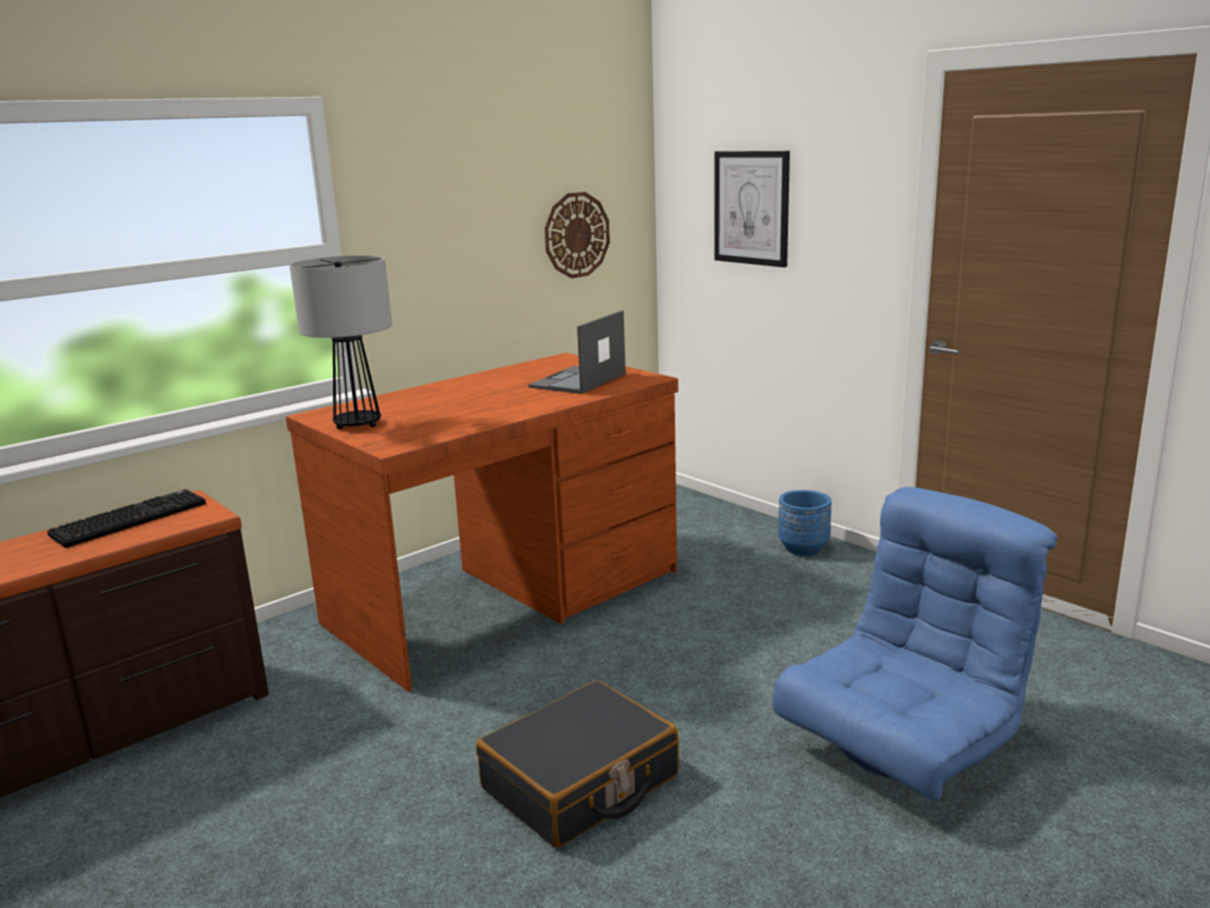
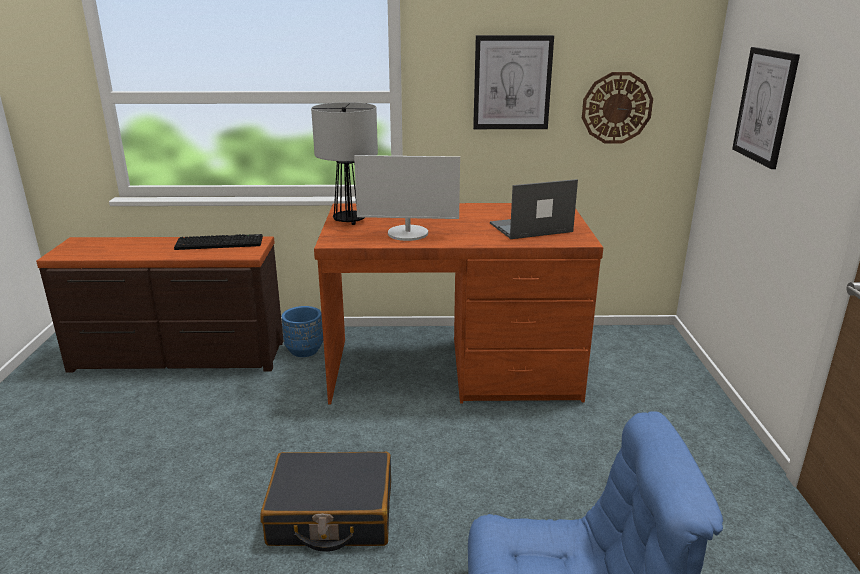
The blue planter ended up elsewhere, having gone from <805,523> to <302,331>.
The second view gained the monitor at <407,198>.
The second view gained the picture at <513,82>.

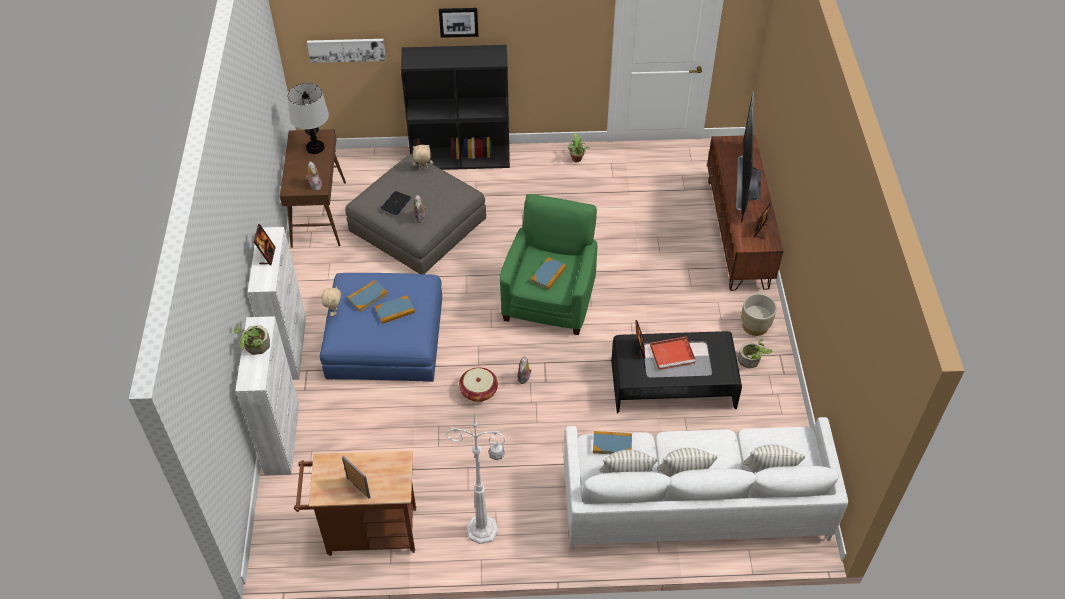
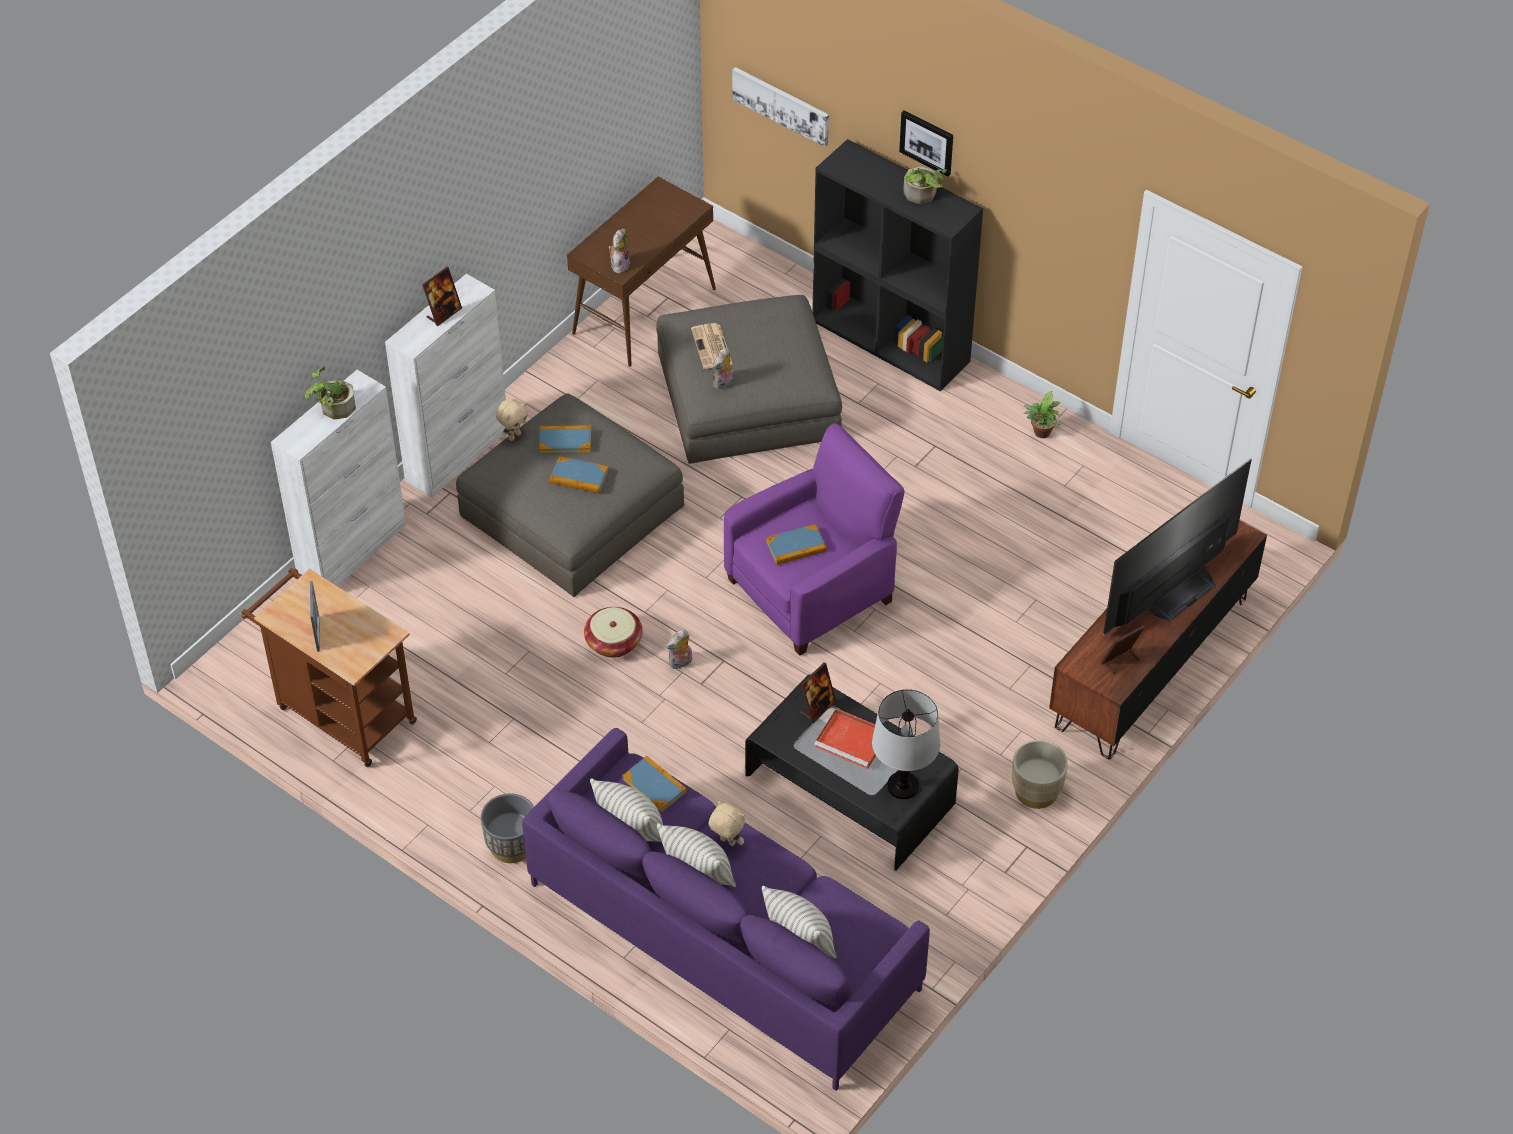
The table lamp ended up elsewhere, having gone from <308,118> to <906,744>.
What was the blue ottoman at <381,327> turned into the grey ottoman at <570,495>.
Where the laptop stood at <396,203>, the newspaper came to stand at <711,346>.
The beige plush toy ended up elsewhere, having gone from <423,157> to <727,823>.
The second view lost the white floor lamp at <476,479>.
What was the green armchair at <548,264> turned into the purple armchair at <814,539>.
What was the white sofa at <706,484> turned into the purple sofa at <726,909>.
The potted plant ended up elsewhere, having gone from <755,354> to <925,185>.
The second view gained the grey planter at <507,828>.

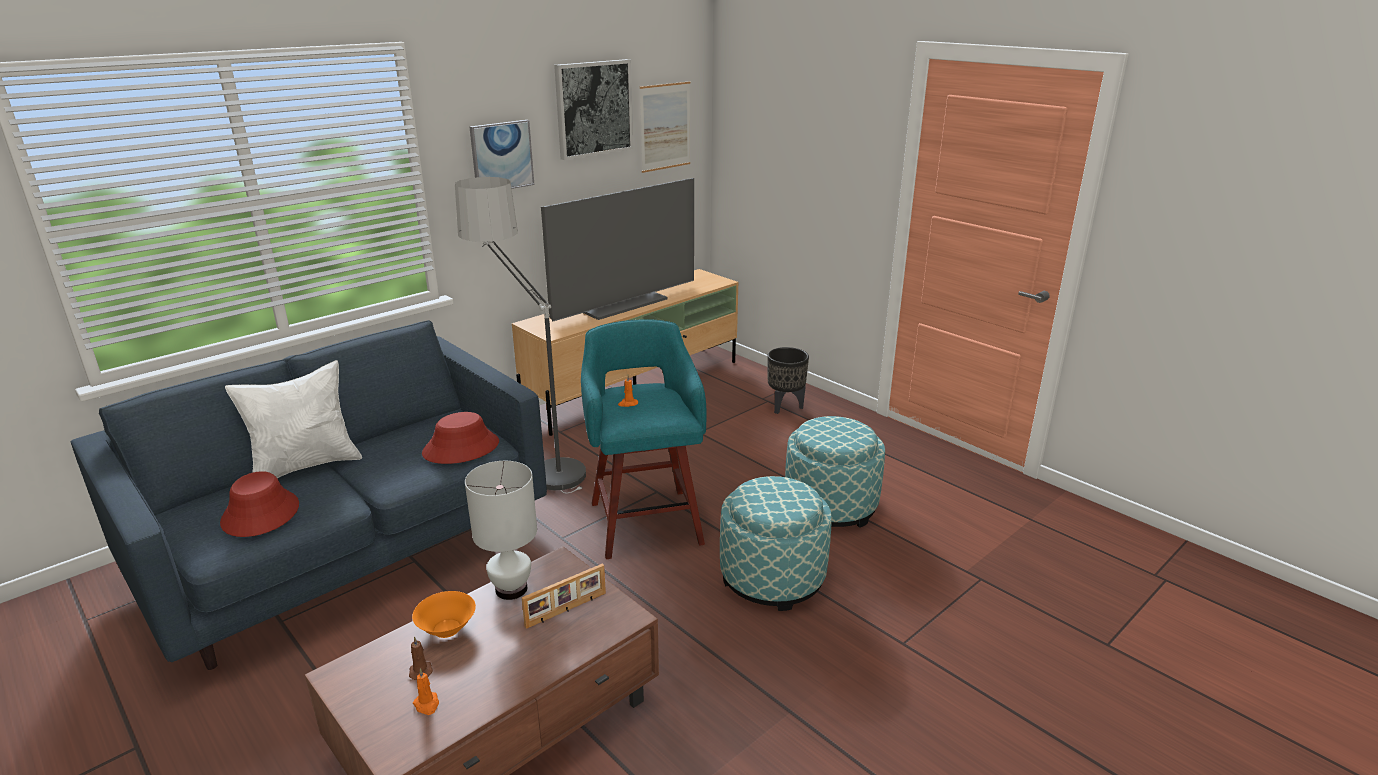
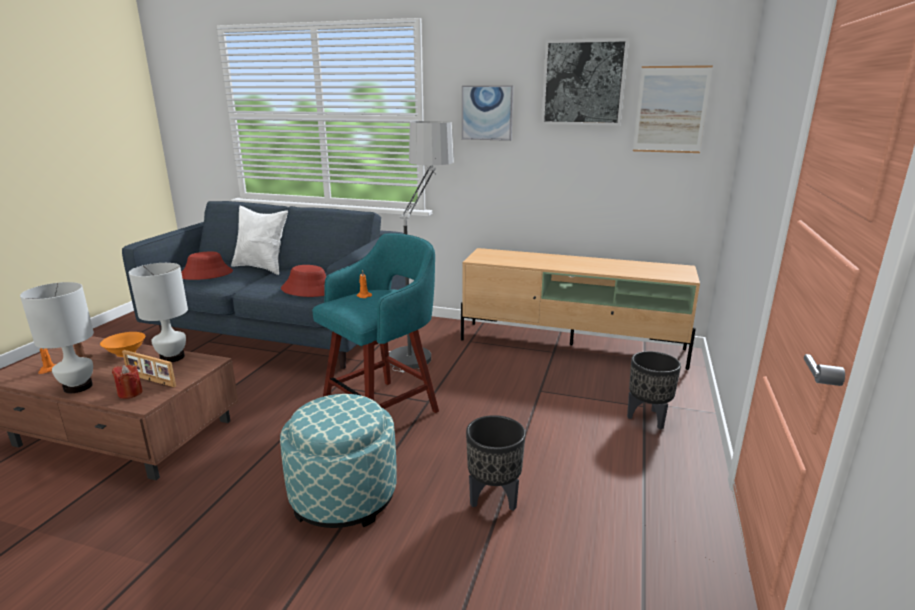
The second view lost the television at <617,249>.
Where the ottoman stood at <835,472>, the black planter came to stand at <496,463>.
The second view gained the white table lamp at <57,337>.
The second view gained the red candle at <127,382>.

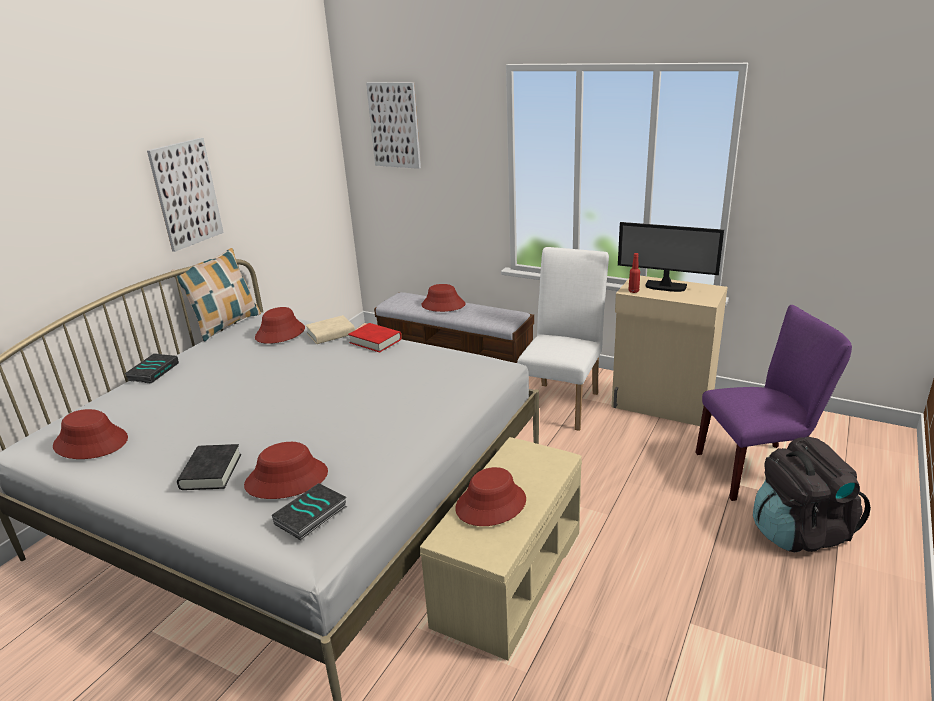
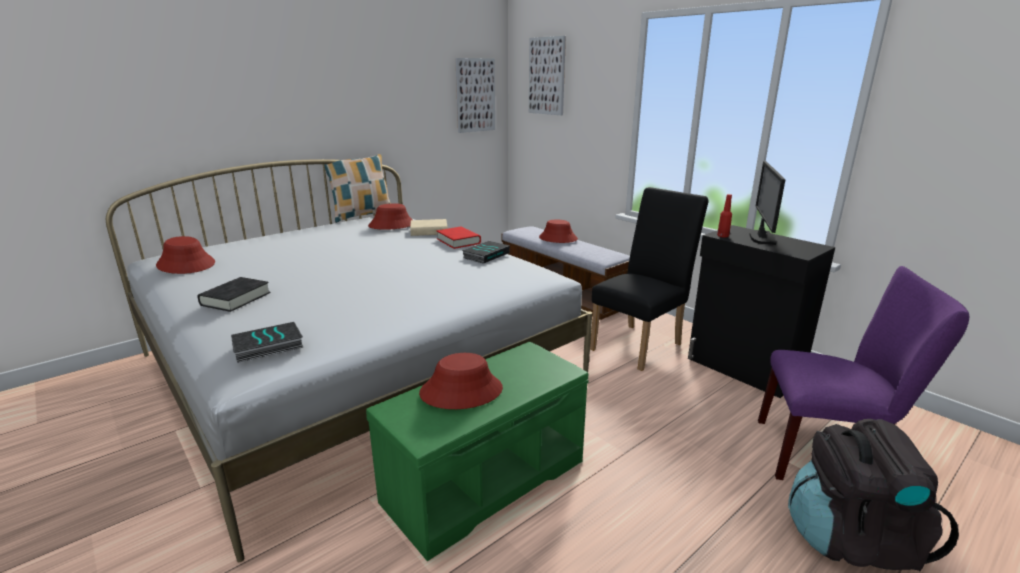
The book ended up elsewhere, having gone from <151,368> to <486,252>.
The picture ended up elsewhere, having gone from <185,195> to <475,95>.
The second view lost the red hat at <286,470>.
What was the beige bench at <501,549> turned into the green bench at <477,452>.
What was the white chair at <563,339> turned into the black chair at <649,279>.
What was the beige cabinet at <670,351> turned into the black cabinet at <761,311>.
The monitor at <671,257> ended up facing another way, 60 degrees clockwise from before.

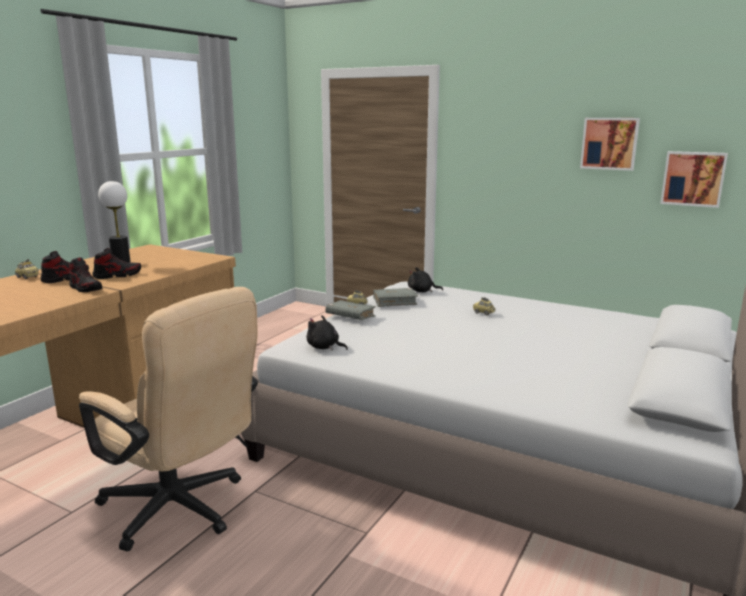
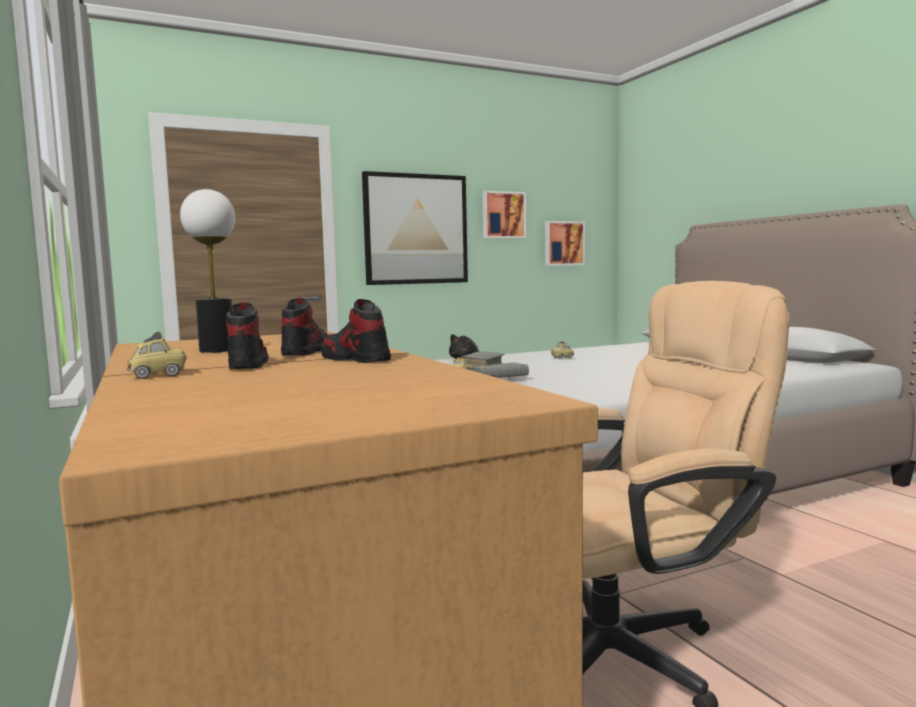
The shoe at <85,274> ended up facing another way, 120 degrees counterclockwise from before.
The second view lost the black plush toy at <327,333>.
The second view gained the picture at <415,228>.

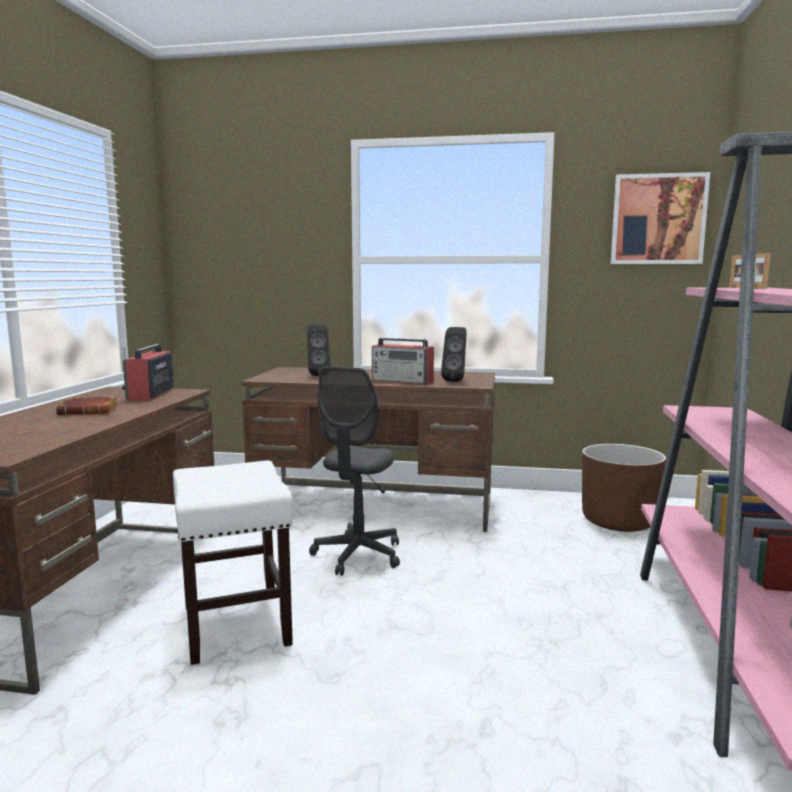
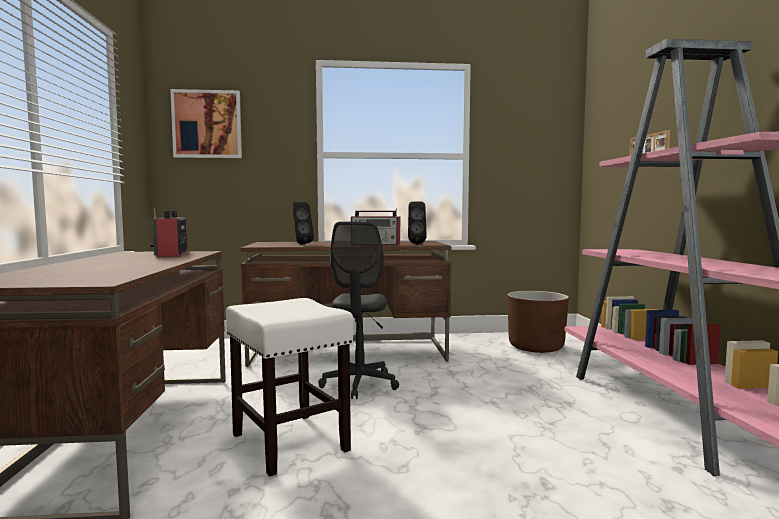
The second view lost the brown book at <87,405>.
The picture ended up elsewhere, having gone from <660,218> to <206,123>.

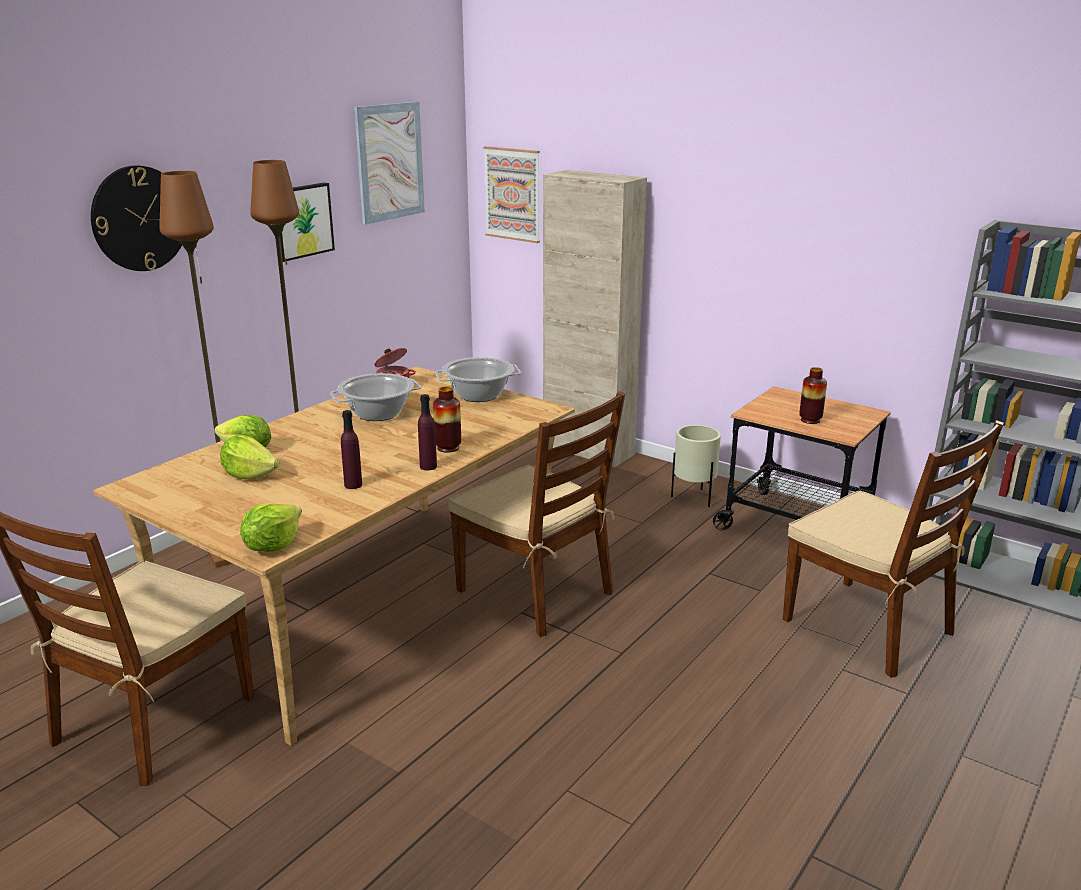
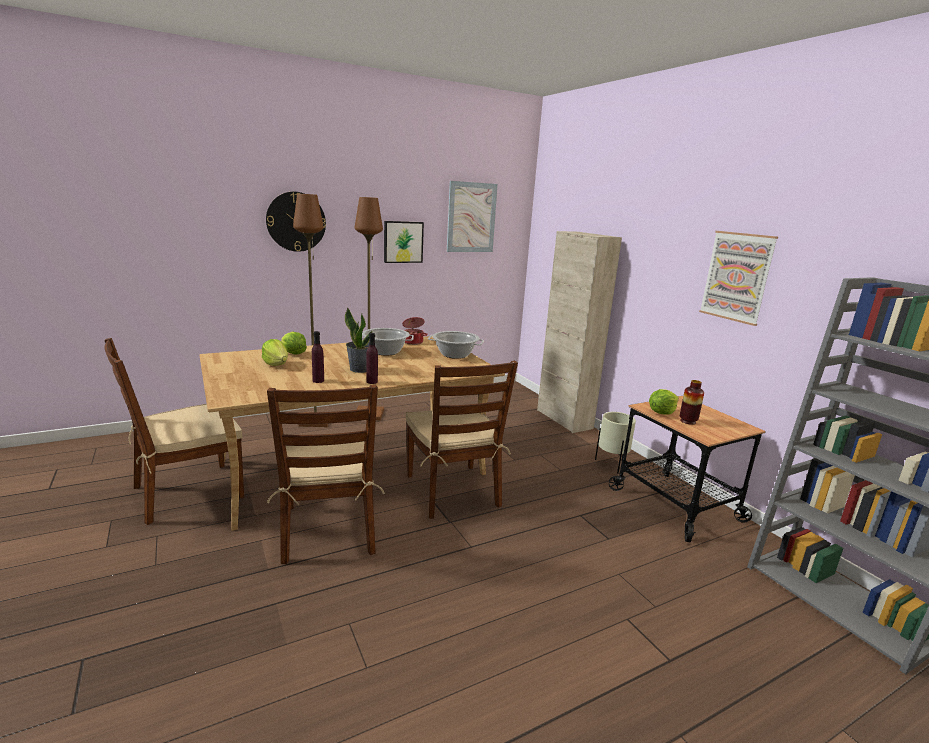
The lettuce ended up elsewhere, having gone from <271,528> to <664,402>.
The second view lost the vase at <447,419>.
The picture ended up elsewhere, having gone from <511,194> to <738,278>.
The brown chair ended up elsewhere, having gone from <893,549> to <326,474>.
The second view gained the potted plant at <358,340>.

